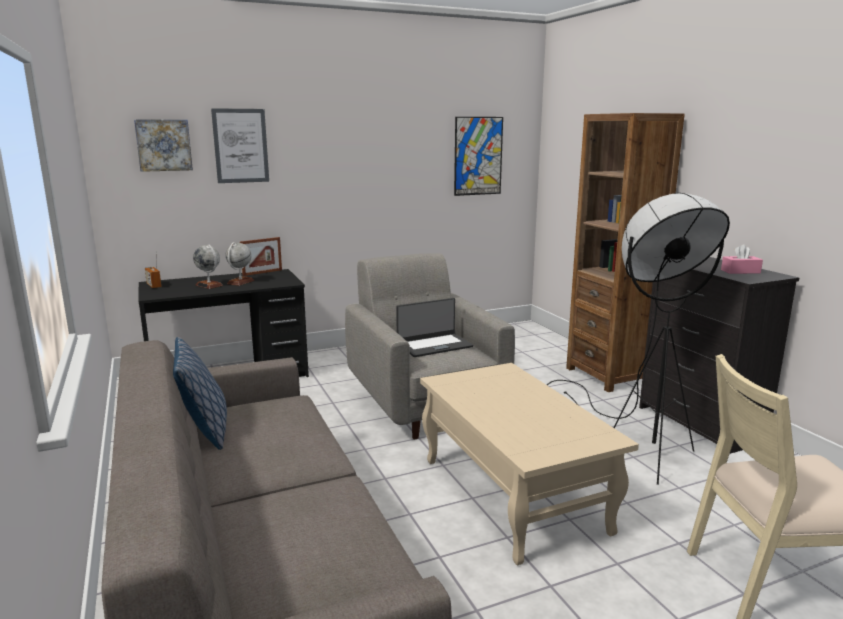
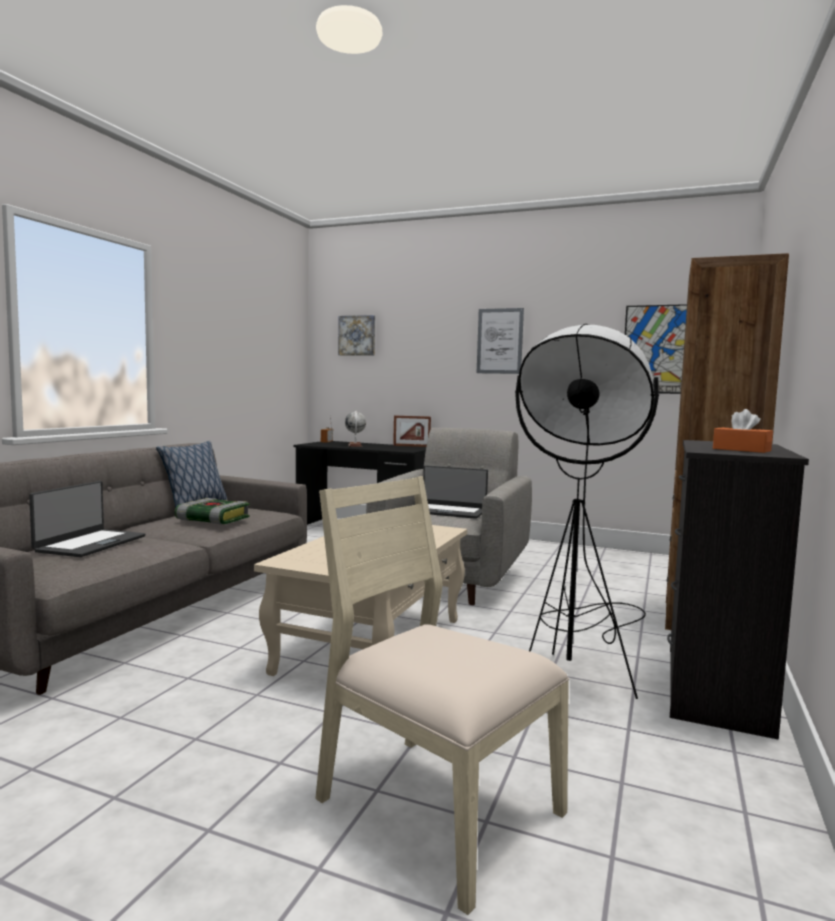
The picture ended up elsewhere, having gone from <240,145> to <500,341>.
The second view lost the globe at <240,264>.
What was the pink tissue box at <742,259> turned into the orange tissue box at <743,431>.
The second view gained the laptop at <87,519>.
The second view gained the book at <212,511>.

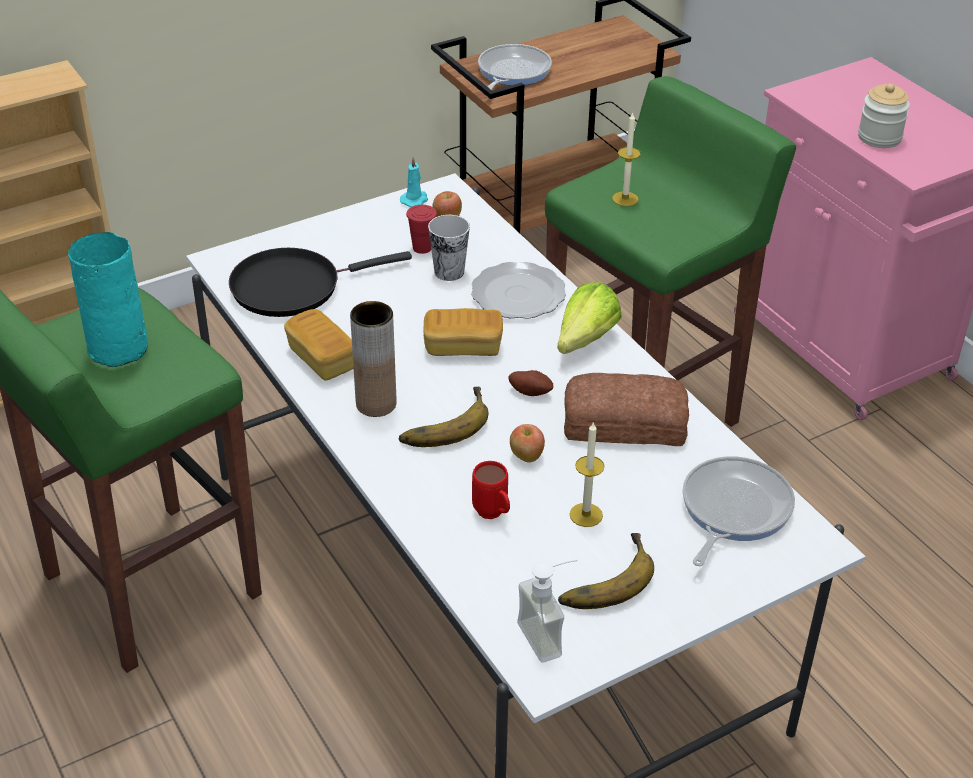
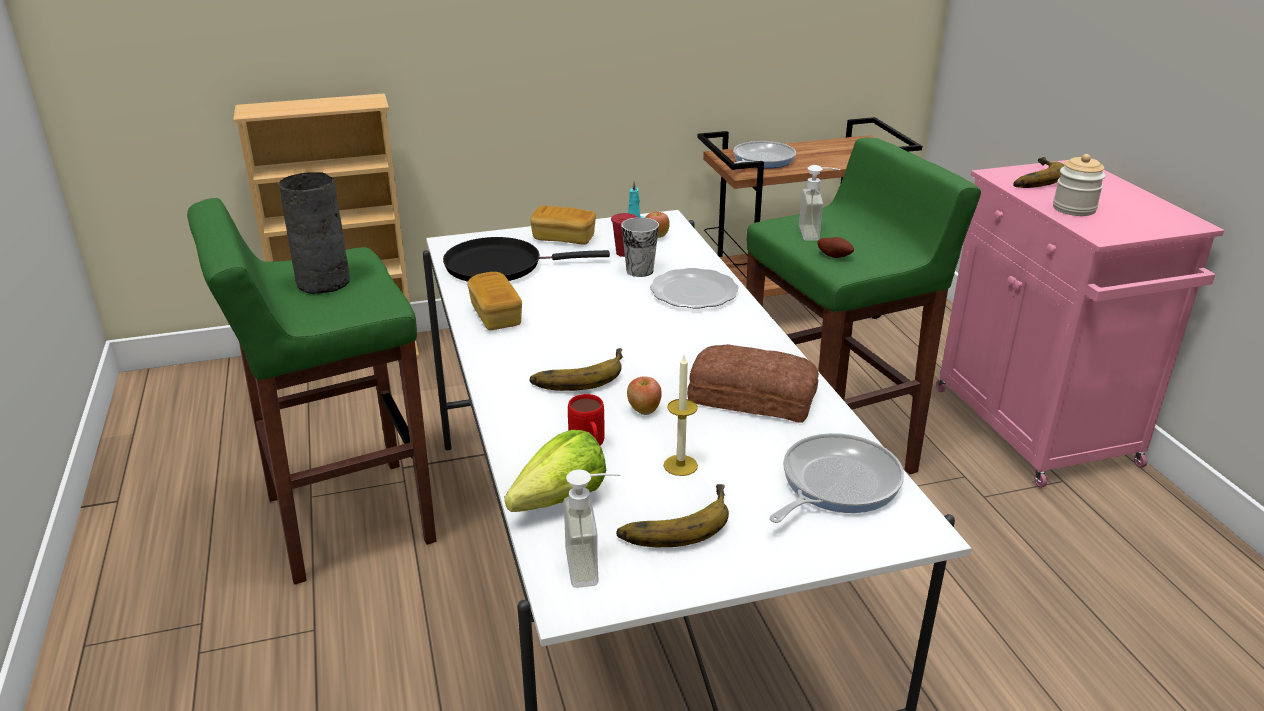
What was the turquoise vase at <108,299> turned into the grey vase at <314,233>.
The second view lost the brown vase at <373,359>.
The bread ended up elsewhere, having gone from <463,332> to <563,225>.
The potato ended up elsewhere, having gone from <531,383> to <835,247>.
The lettuce ended up elsewhere, having gone from <589,318> to <555,471>.
Where the candle stood at <626,159>, the soap dispenser came to stand at <820,203>.
The second view gained the banana at <1038,172>.

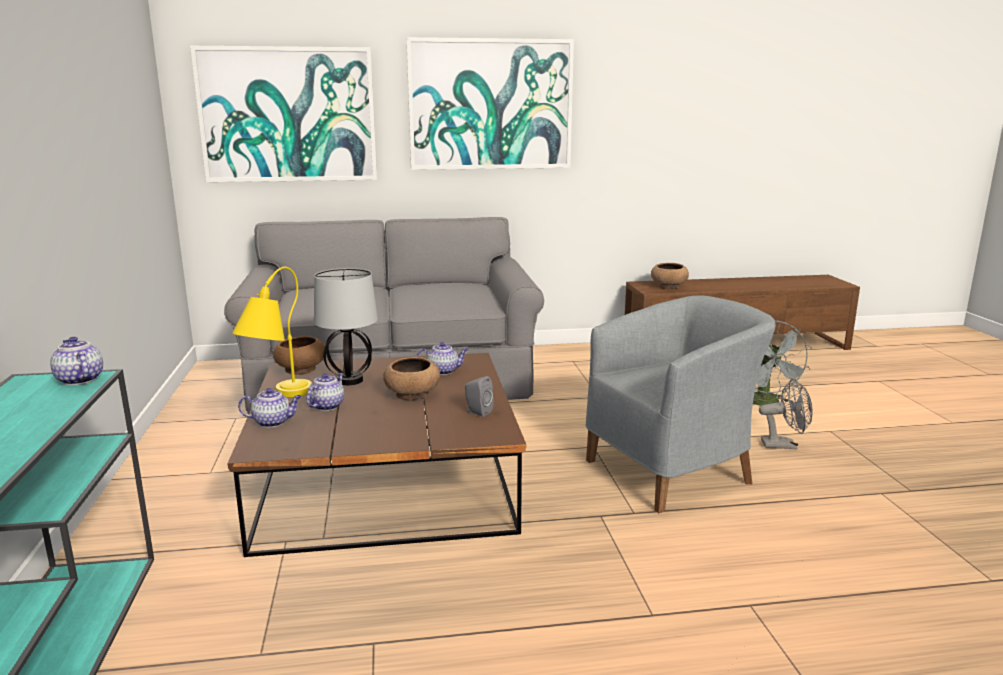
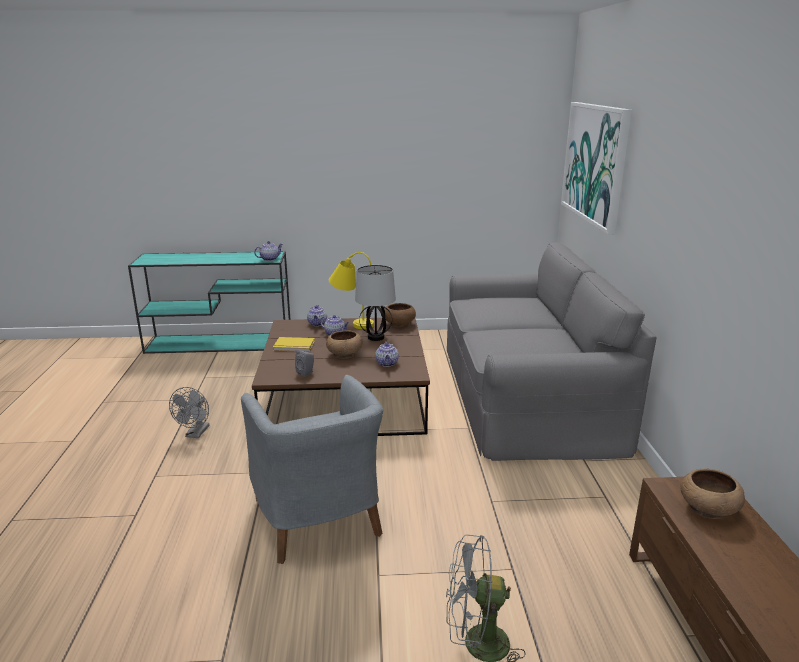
The second view lost the picture at <490,103>.
The grey fan ended up elsewhere, having gone from <786,414> to <189,412>.
The second view gained the yellow book at <294,344>.

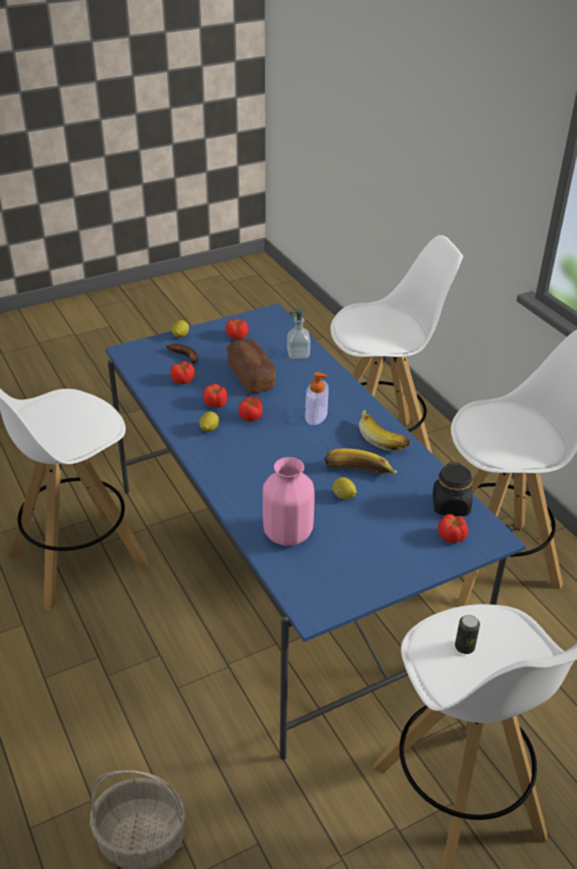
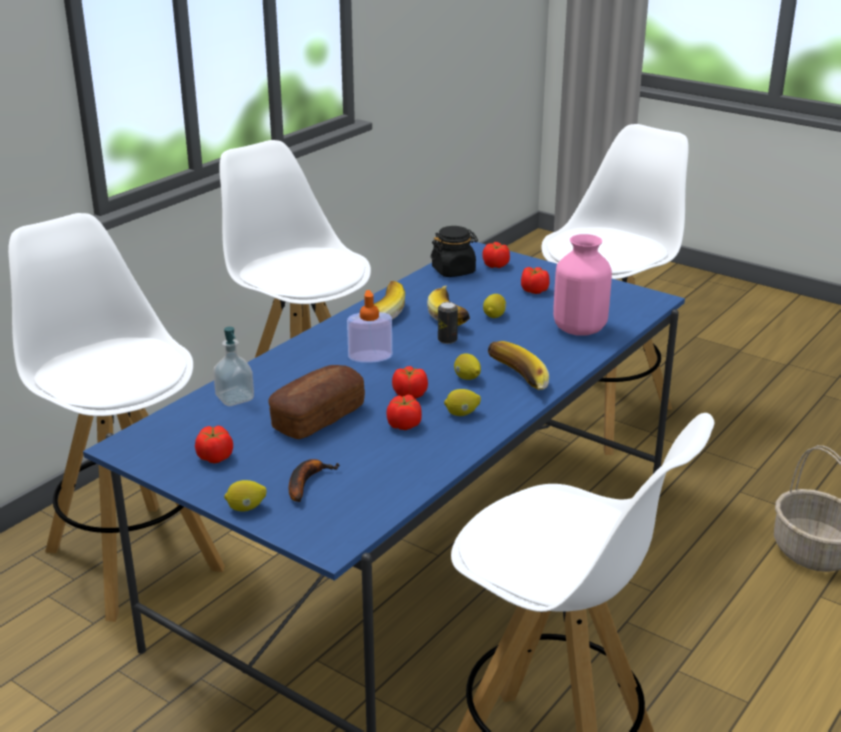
The tomato ended up elsewhere, having gone from <182,372> to <535,280>.
The can ended up elsewhere, having gone from <467,634> to <448,323>.
The second view gained the lemon at <467,366>.
The second view gained the banana at <518,365>.

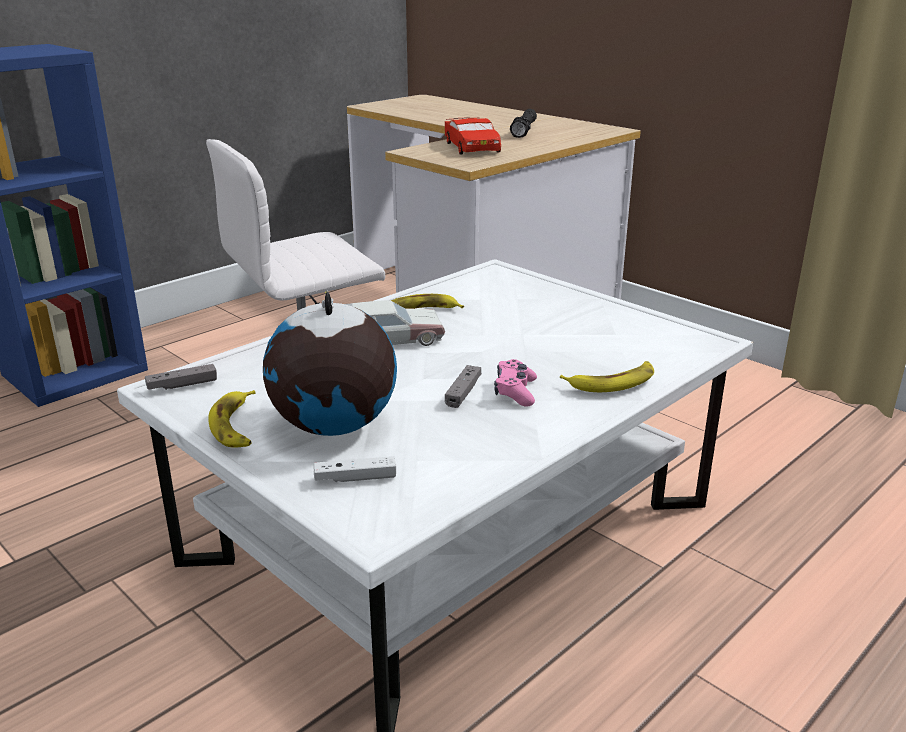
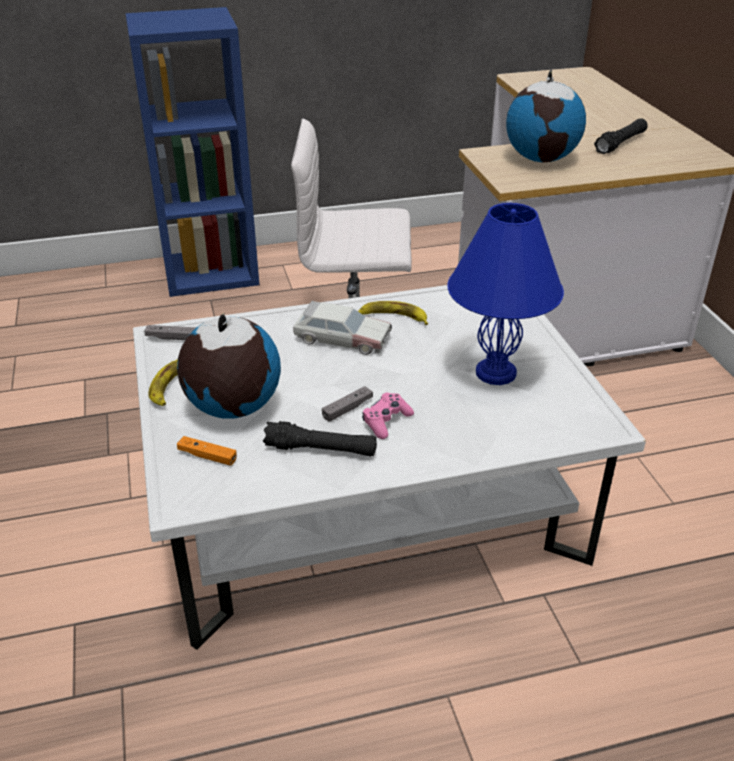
What was the white game controller at <355,469> turned into the orange game controller at <207,451>.
Where the red toy car stood at <473,136>, the globe came to stand at <546,116>.
The second view lost the banana at <607,376>.
The second view gained the black flashlight at <320,439>.
The second view gained the blue table lamp at <505,294>.

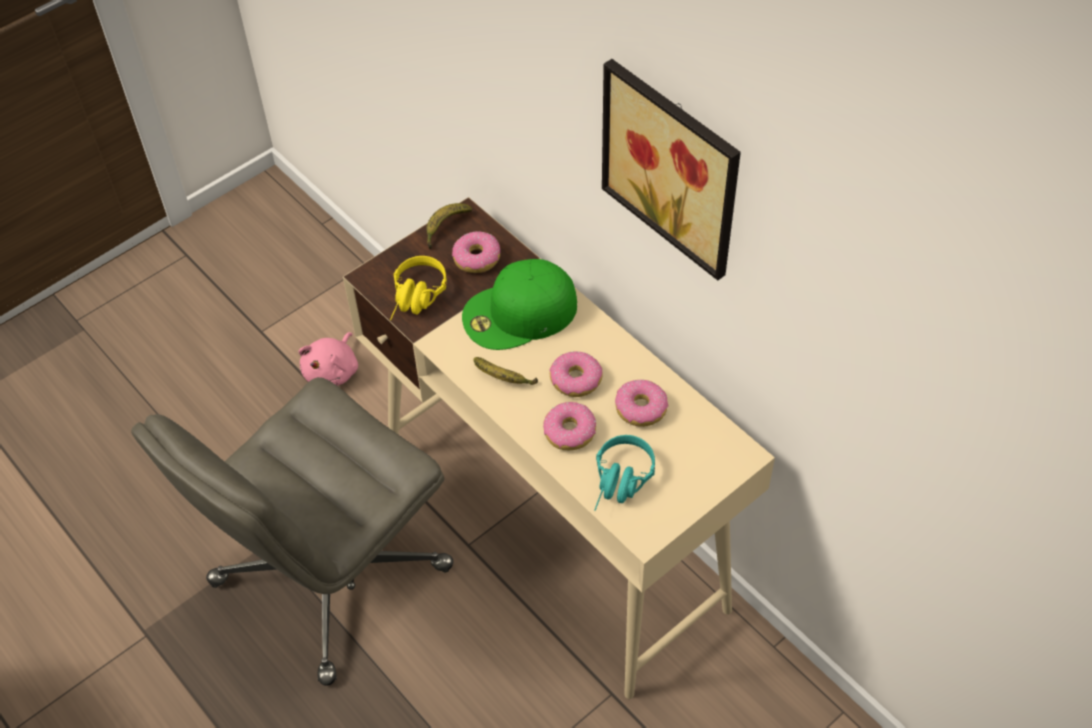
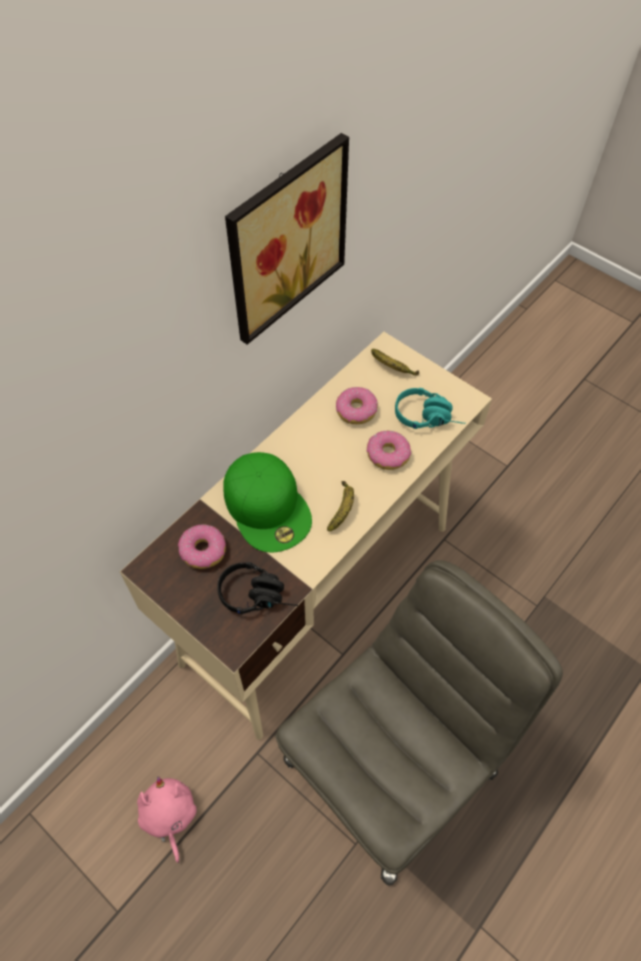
The grey office chair at <292,531> ended up facing another way, 75 degrees counterclockwise from before.
The pink plush toy at <328,359> ended up facing another way, 120 degrees counterclockwise from before.
What was the yellow headphones at <418,288> turned into the black headphones at <257,588>.
The banana ended up elsewhere, having gone from <449,226> to <395,362>.
The second view lost the donut at <575,374>.

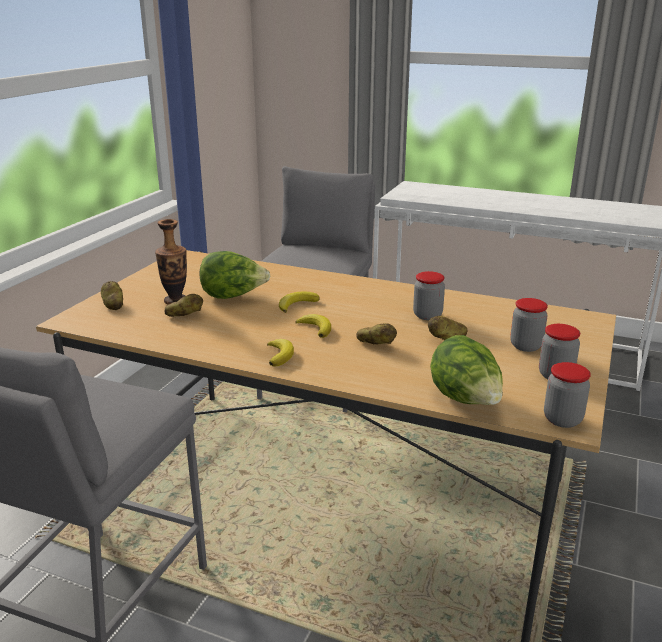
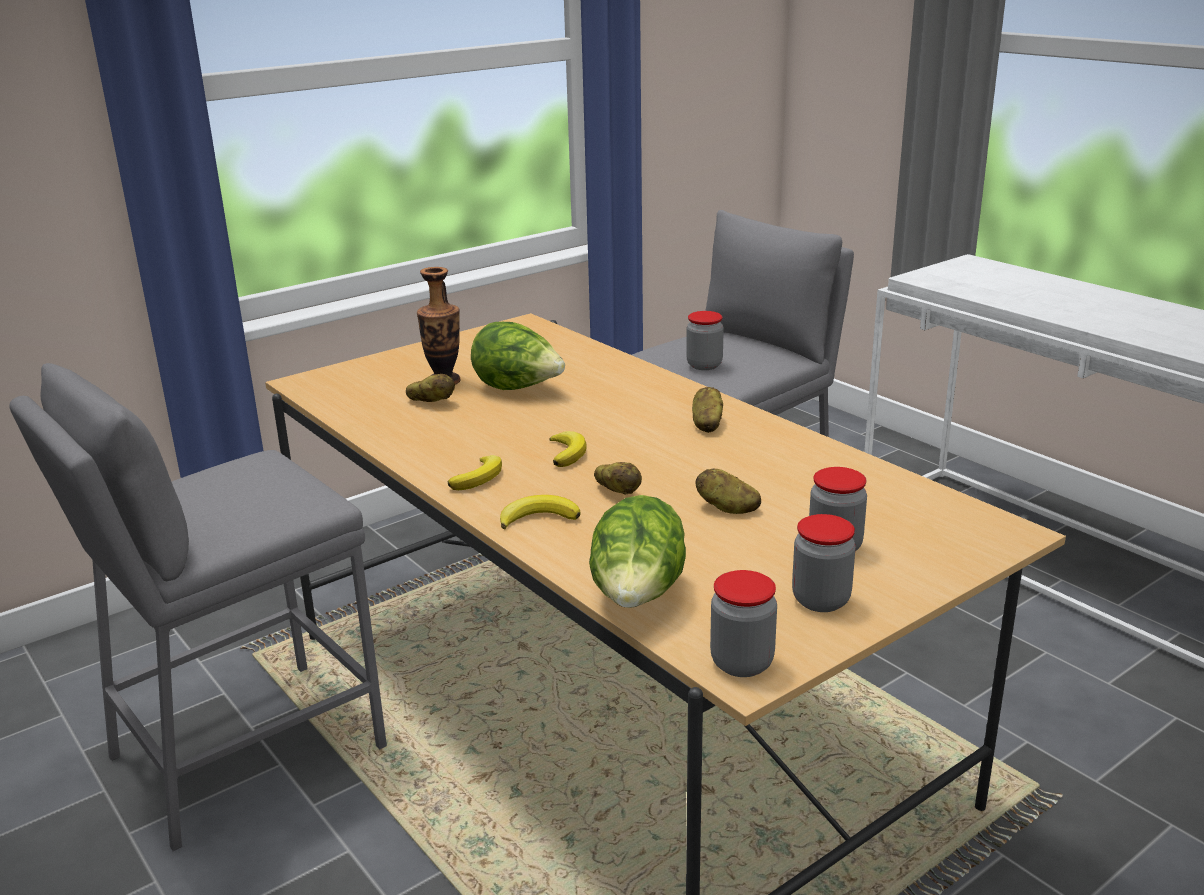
The potato ended up elsewhere, having gone from <112,295> to <707,410>.
The banana ended up elsewhere, having gone from <299,302> to <540,512>.
The jar ended up elsewhere, having gone from <429,295> to <705,340>.

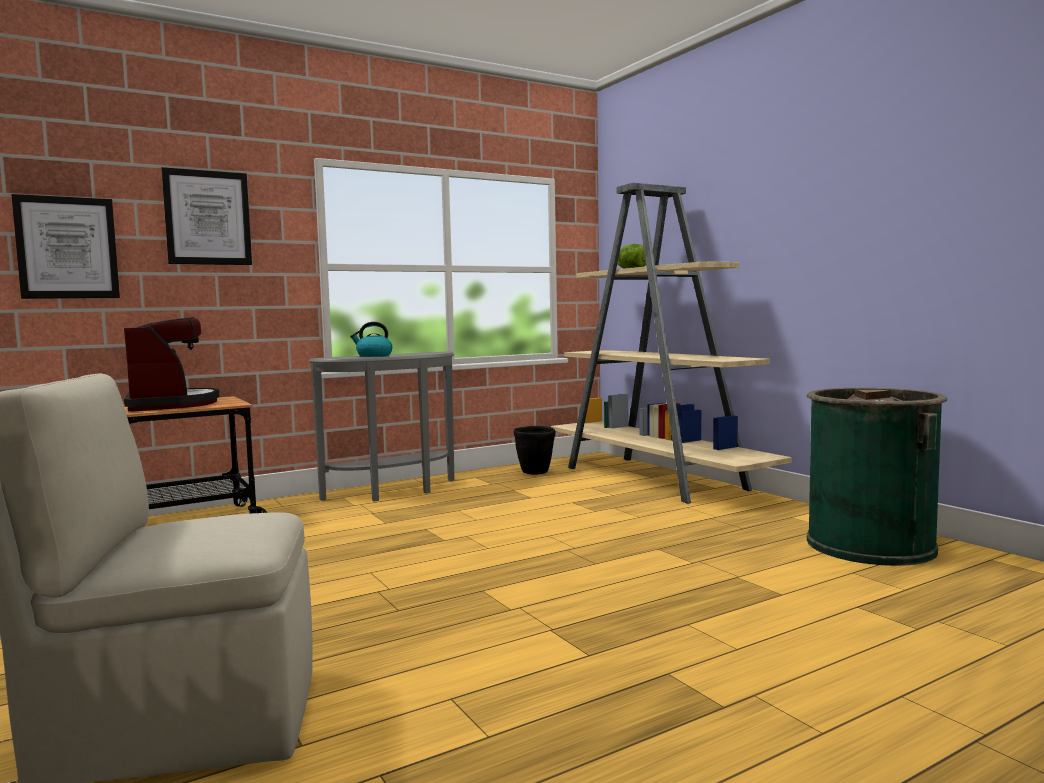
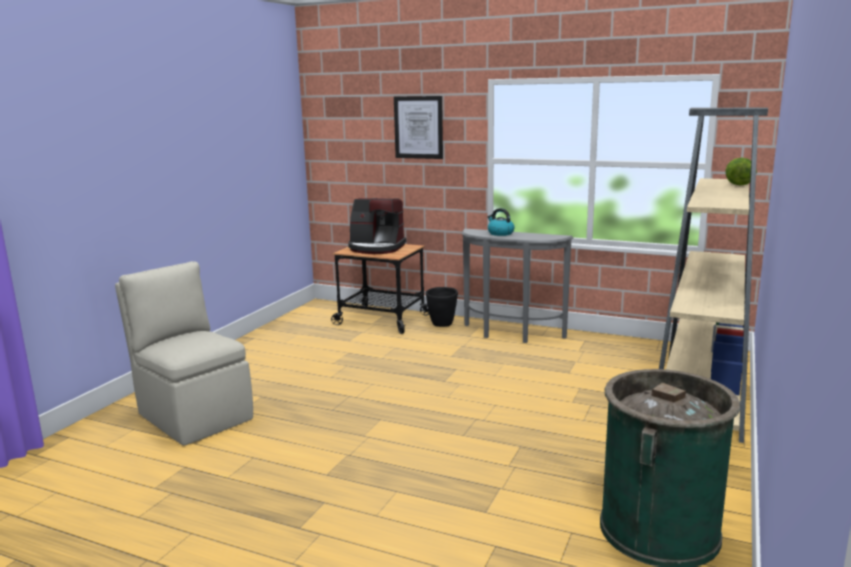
The second view lost the picture at <65,246>.
The coffee machine at <172,364> ended up facing another way, 75 degrees clockwise from before.
The black planter ended up elsewhere, having gone from <535,450> to <442,307>.

